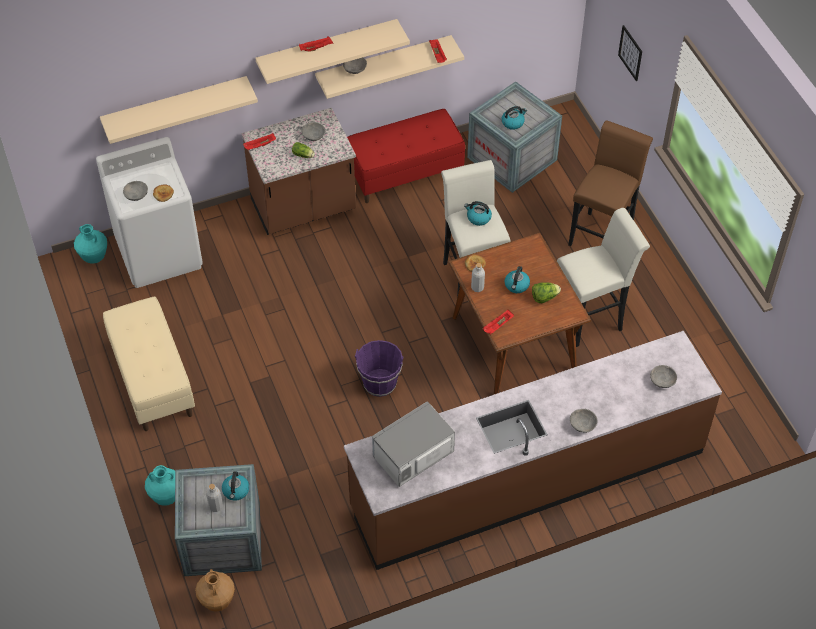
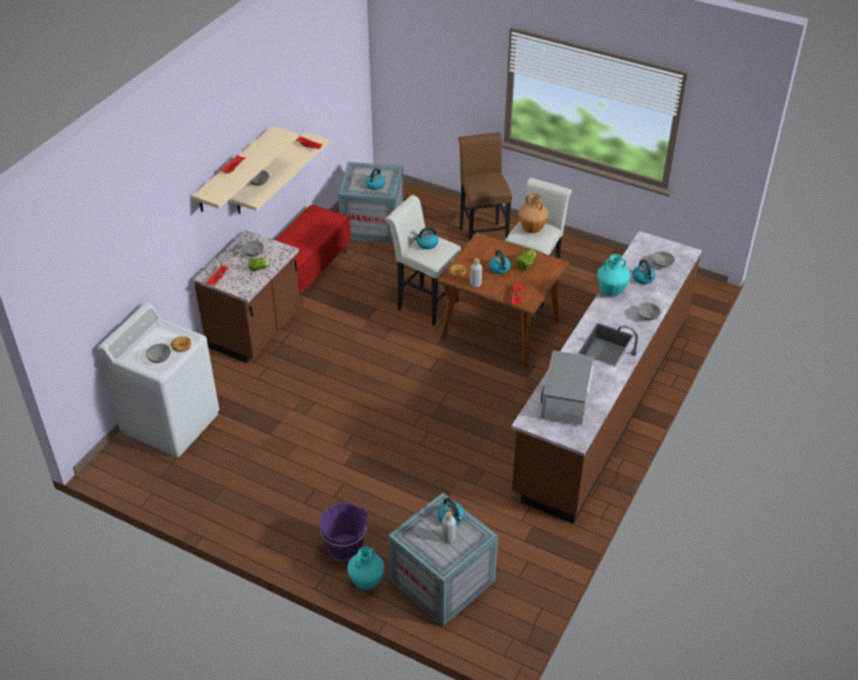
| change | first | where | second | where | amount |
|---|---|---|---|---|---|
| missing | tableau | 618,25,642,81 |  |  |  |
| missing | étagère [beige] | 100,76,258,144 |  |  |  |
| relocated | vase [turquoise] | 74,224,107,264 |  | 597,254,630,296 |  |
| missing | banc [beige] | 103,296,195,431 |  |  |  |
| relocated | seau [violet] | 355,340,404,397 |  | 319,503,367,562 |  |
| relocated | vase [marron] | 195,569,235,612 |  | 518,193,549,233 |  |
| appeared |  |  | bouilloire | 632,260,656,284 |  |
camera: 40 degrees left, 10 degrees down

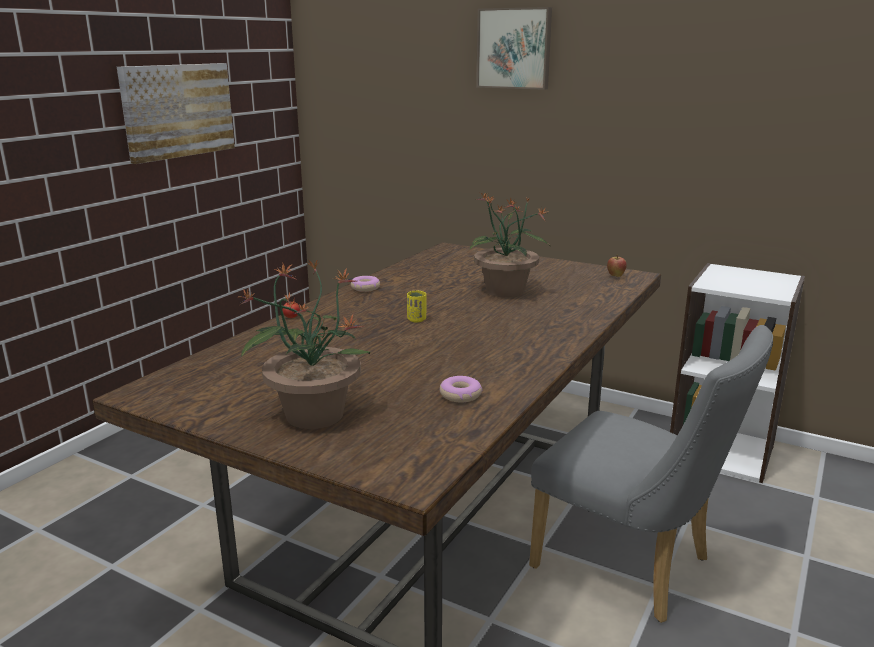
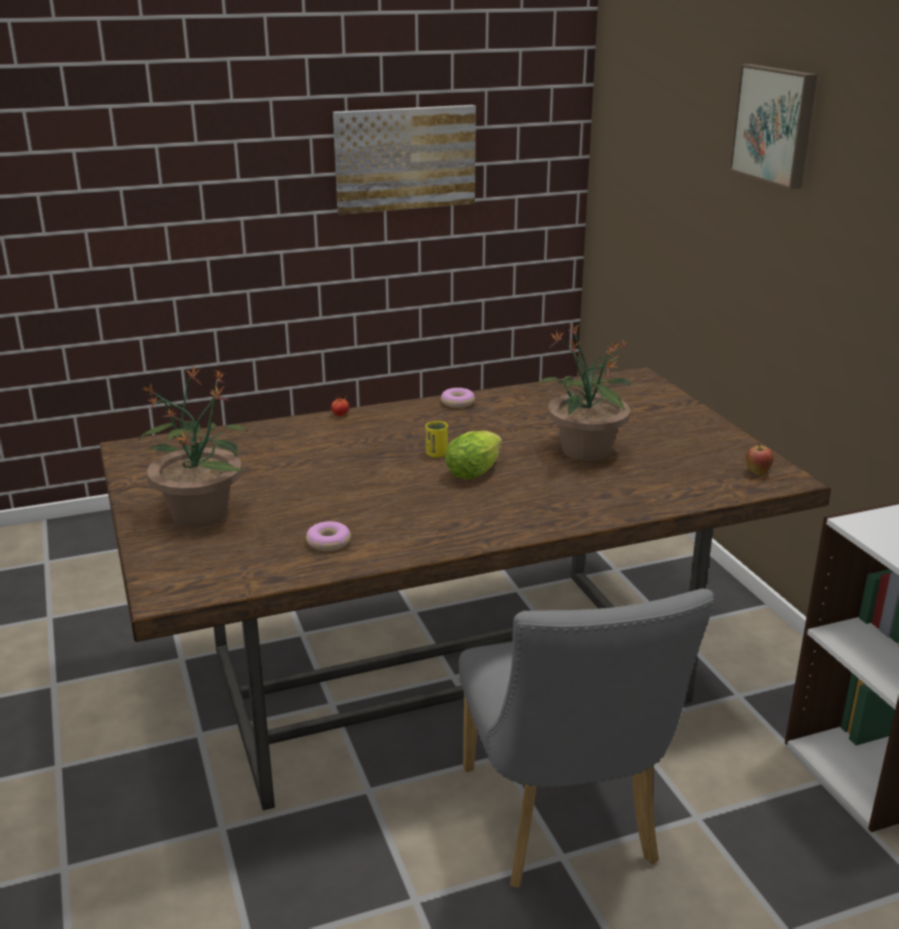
| change | first | where | second | where | amount |
|---|---|---|---|---|---|
| appeared |  |  | laitue | 445,431,502,479 |  |
camera: 40 degrees right, 5 degrees up

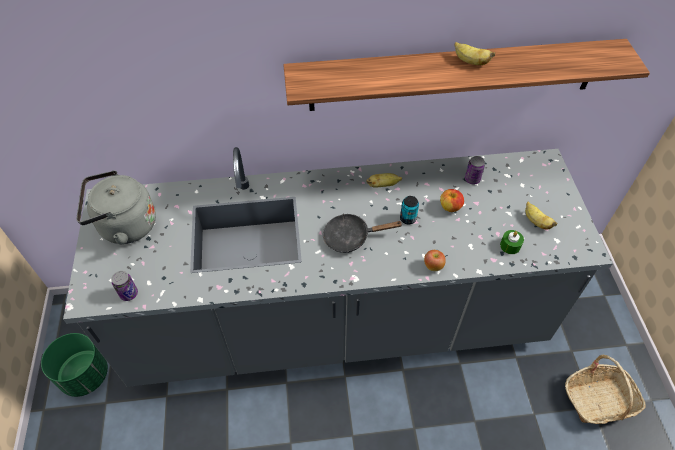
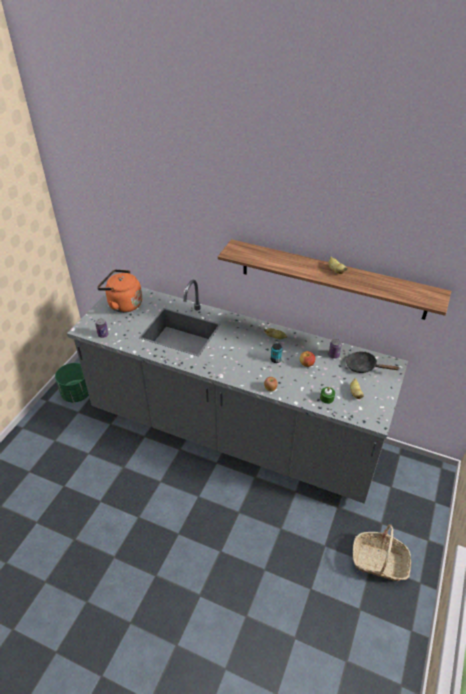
| change | first | where | second | where | amount |
|---|---|---|---|---|---|
| colour | bouilloire [gris] | 77,170,156,244 | bouilloire [orange] | 97,269,142,313 |  |
| relocated | poêle [noir] | 323,214,403,253 |  | 346,352,399,373 |  |
camera: 30 degrees right, 10 degrees down

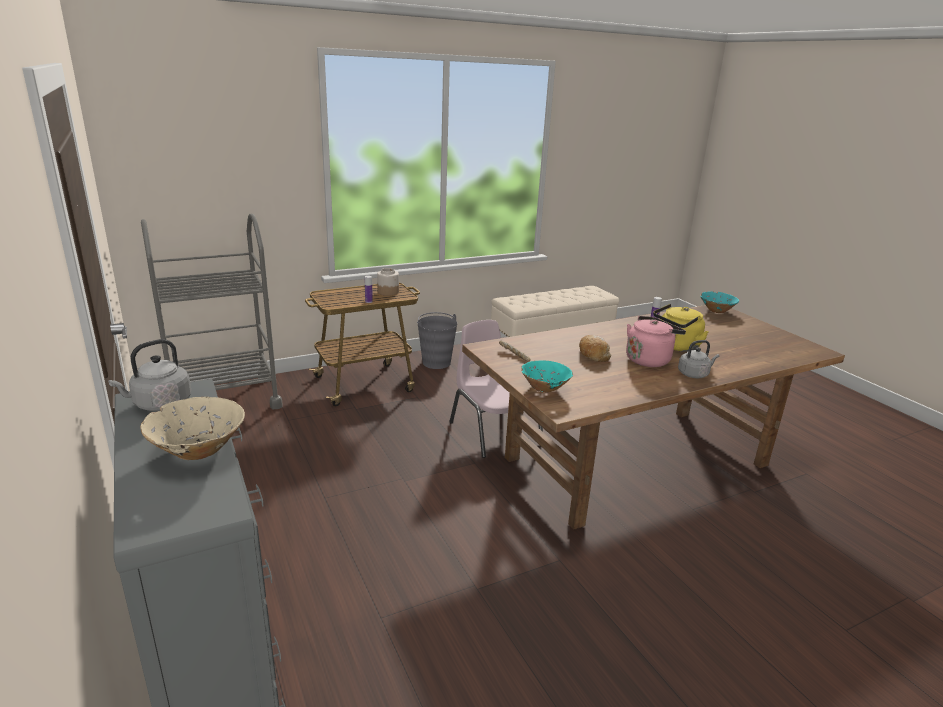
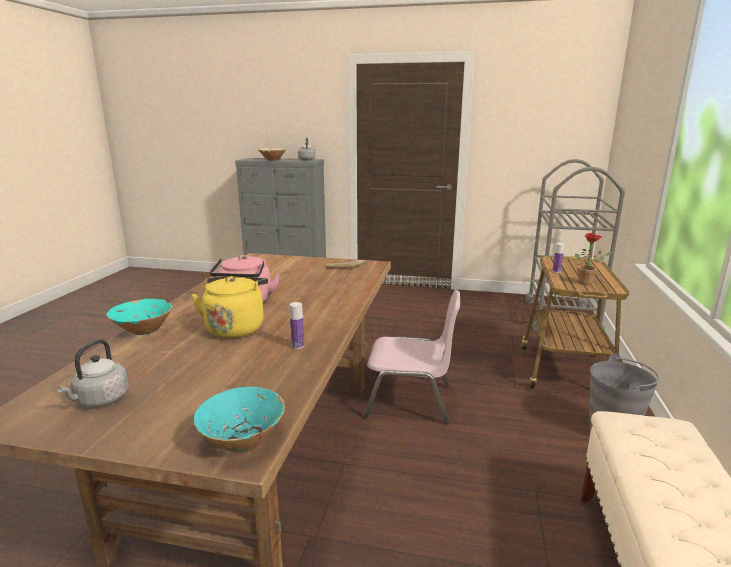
| change | first | where | second | where | amount |
|---|---|---|---|---|---|
| exchanged | bocal | 377,268,399,296 | plante en pot | 575,233,614,285 |  |
| missing | pain | 579,335,612,362 |  |  |  |
| relocated | bouilloire [gris] | 678,340,719,378 |  | 57,339,129,407 |  |
| relocated | bol [turquoise] | 521,360,573,393 |  | 106,299,172,335 |  |
camera: 130 degrees right, 5 degrees down

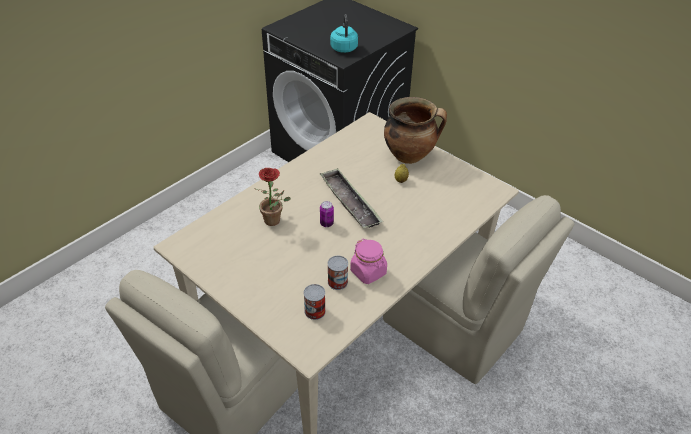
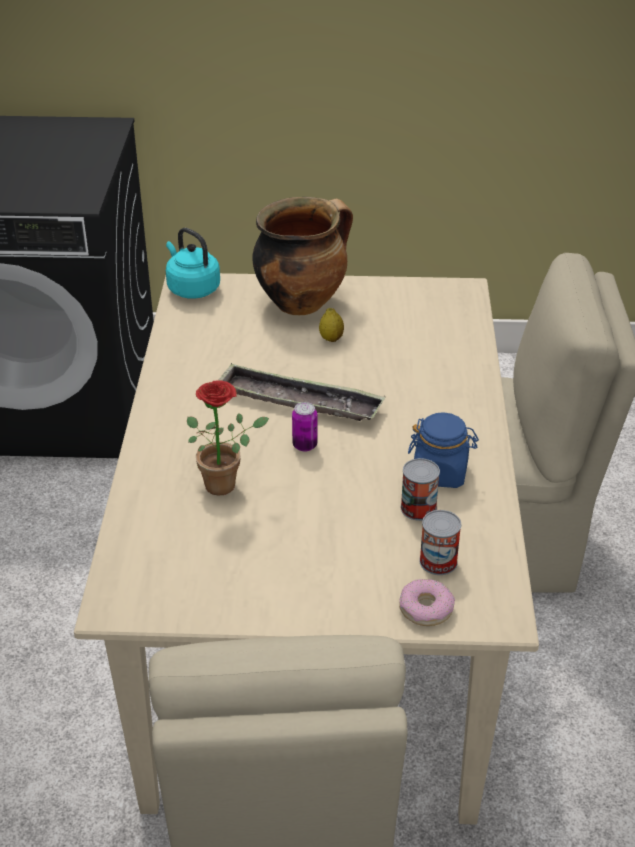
| change | first | where | second | where | amount |
|---|---|---|---|---|---|
| relocated | bouilloire [turquoise] | 330,14,358,53 |  | 166,228,220,299 |  |
| colour | bocal [rose] | 350,238,387,284 | bocal [bleu] | 408,413,479,488 |  |
| appeared |  |  | beignet | 399,579,455,626 |  |
camera: 40 degrees left, 5 degrees down

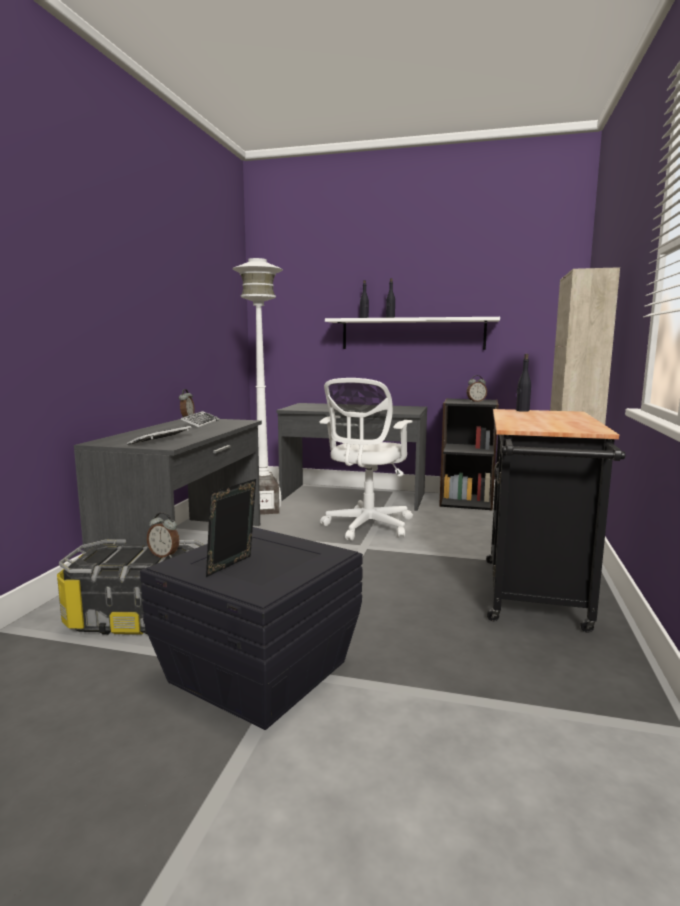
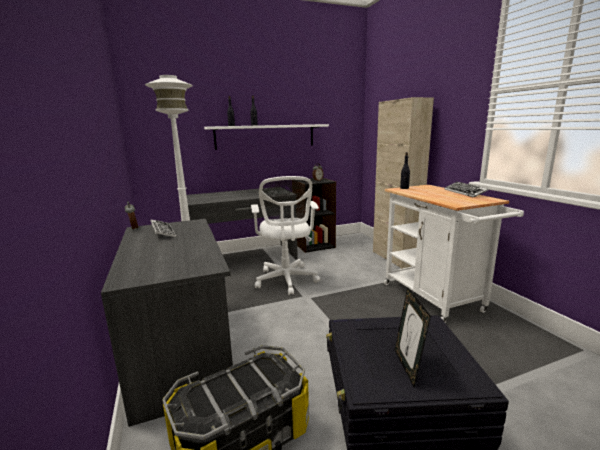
| change | first | where | second | where | amount |
|---|---|---|---|---|---|
| colour | chariot [noir] | 486,409,625,633 | chariot [blanc] | 384,185,524,322 |  |
| relocated | clavier | 127,426,192,445 |  | 444,182,488,198 |  |
| missing | réveil | 147,512,179,558 |  |  |  |
camera: 35 degrees left, 5 degrees up

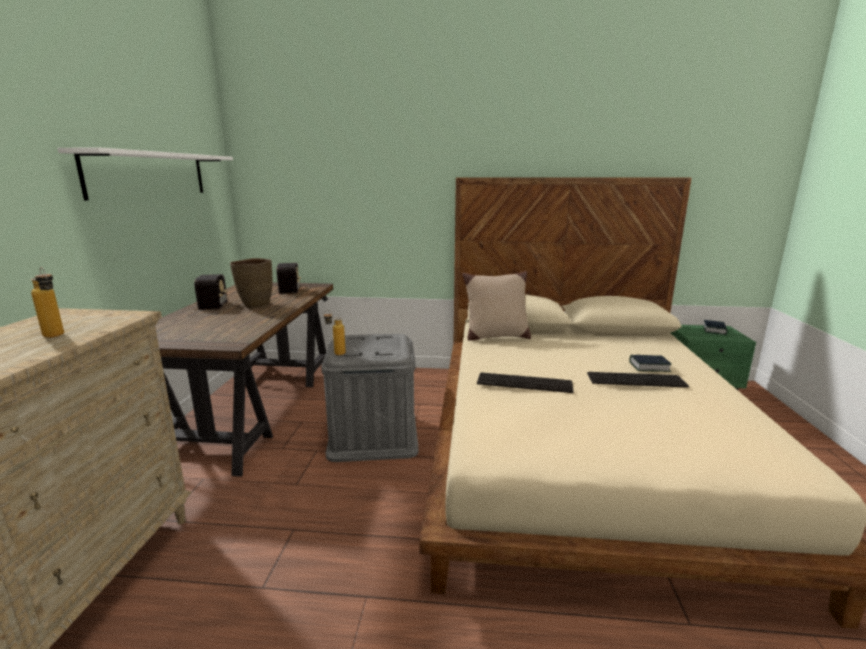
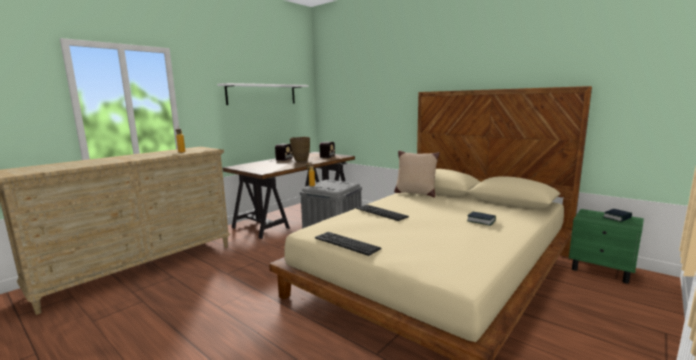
| change | first | where | second | where | amount |
|---|---|---|---|---|---|
| relocated | clavier | 587,372,689,388 |  | 315,232,381,256 |  |
camera: 35 degrees right, 5 degrees down

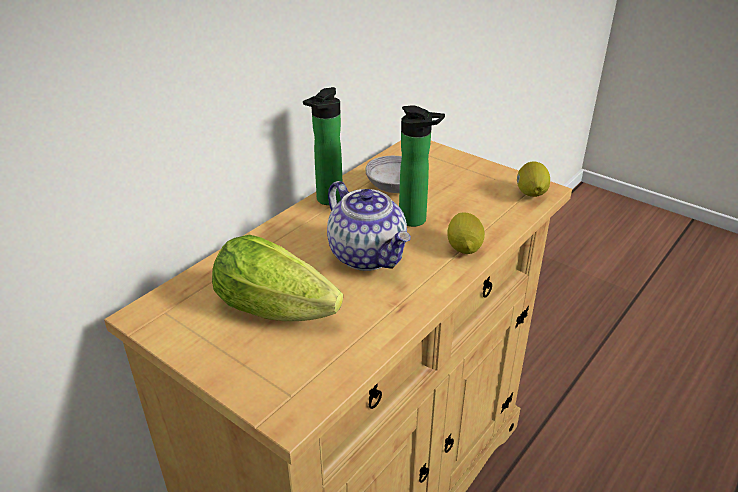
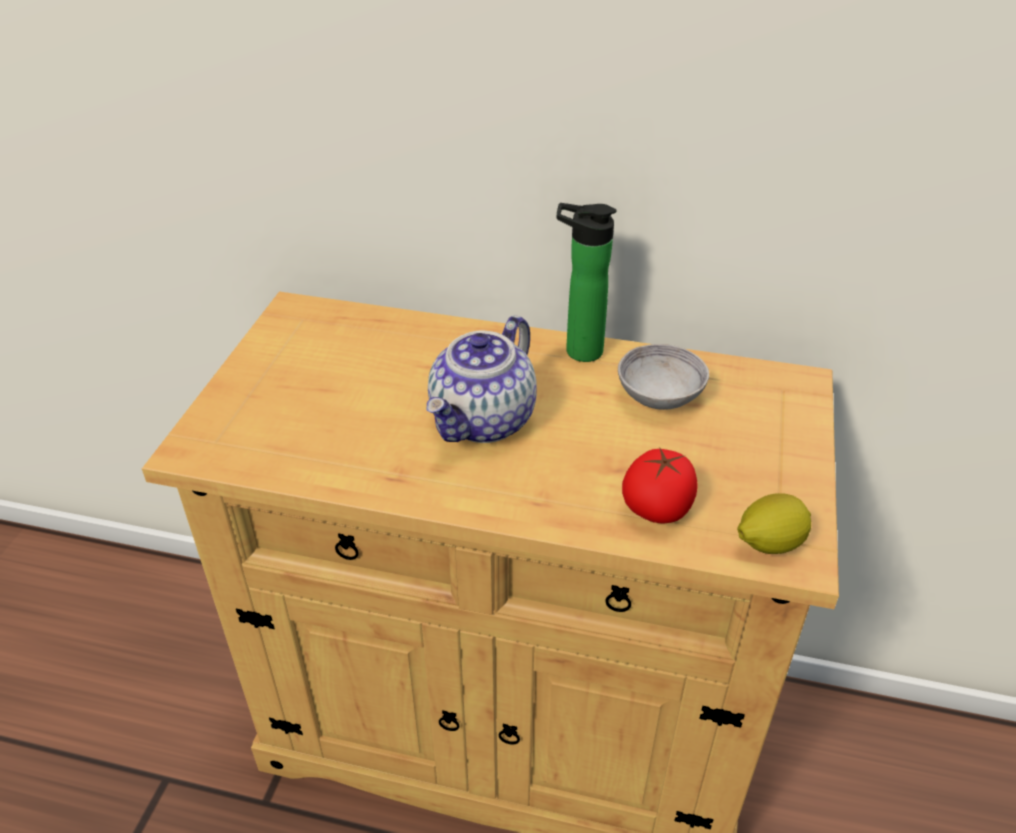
| change | first | where | second | where | amount |
|---|---|---|---|---|---|
| missing | bouteille | 399,106,445,227 |  |  |  |
| missing | citron | 447,213,485,254 |  |  |  |
| missing | laitue | 212,235,343,321 |  |  |  |
| appeared |  |  | tomate | 622,448,698,523 |  |
camera: 65 degrees right, 5 degrees up

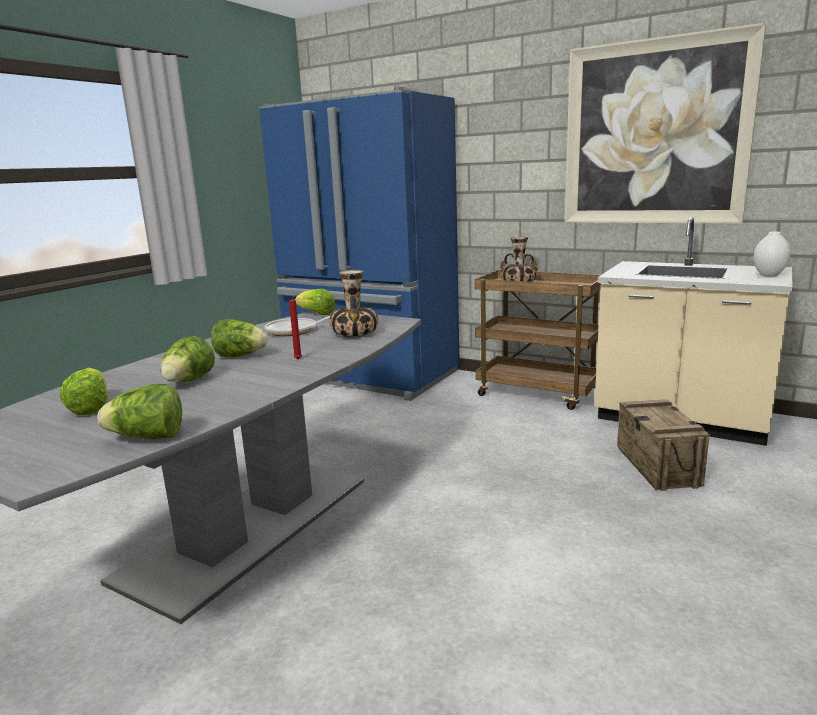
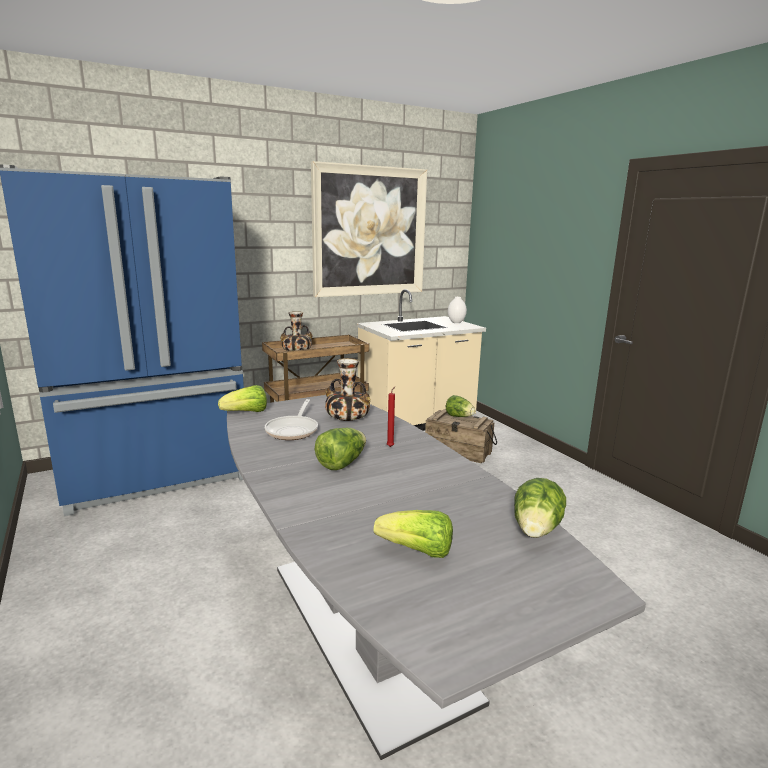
| change | first | where | second | where | amount |
|---|---|---|---|---|---|
| relocated | laitue | 160,336,215,382 |  | 446,395,475,417 |  |
camera: 60 degrees left, 0 degrees up

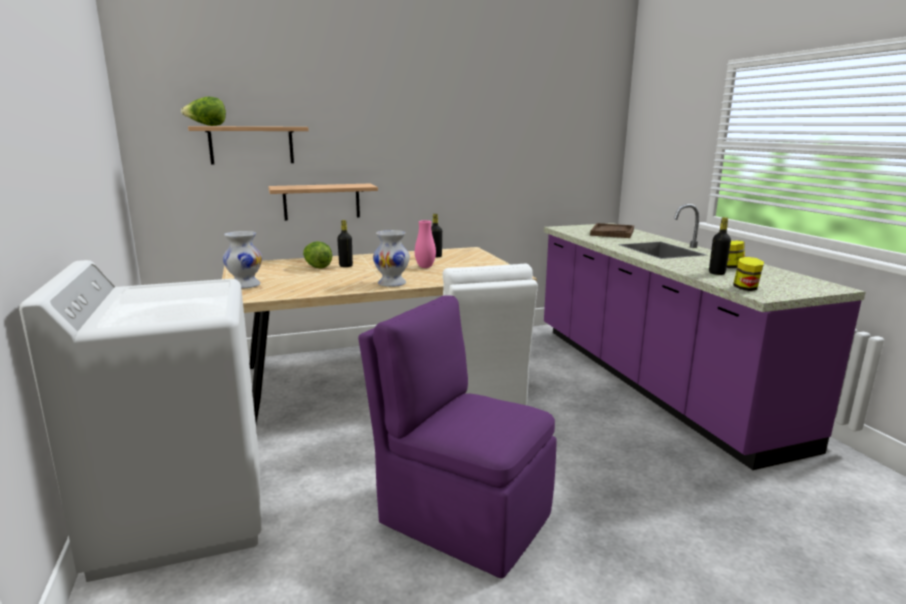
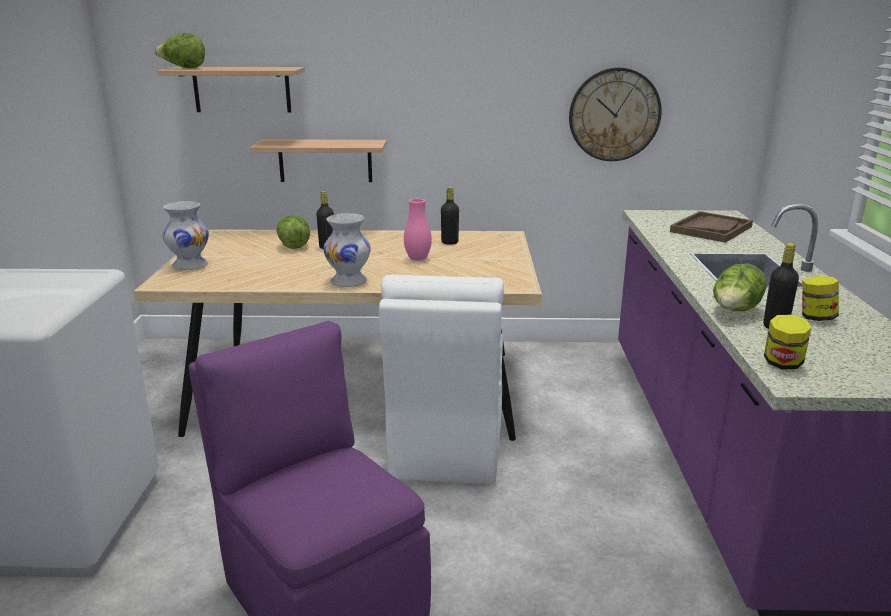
| change | first | where | second | where | amount |
|---|---|---|---|---|---|
| appeared |  |  | horloge murale | 569,67,662,161 |  |
| appeared |  |  | laitue | 713,263,767,311 |  |
camera: 20 degrees right, 5 degrees up

